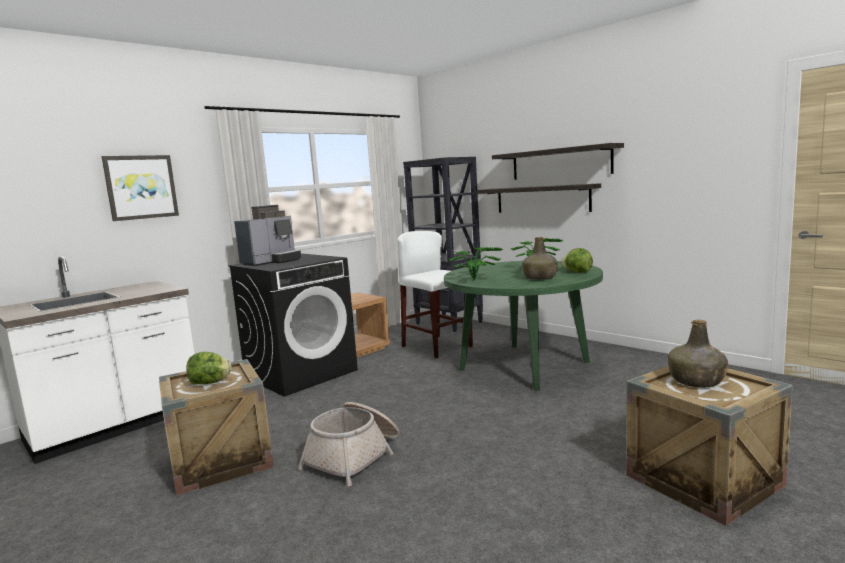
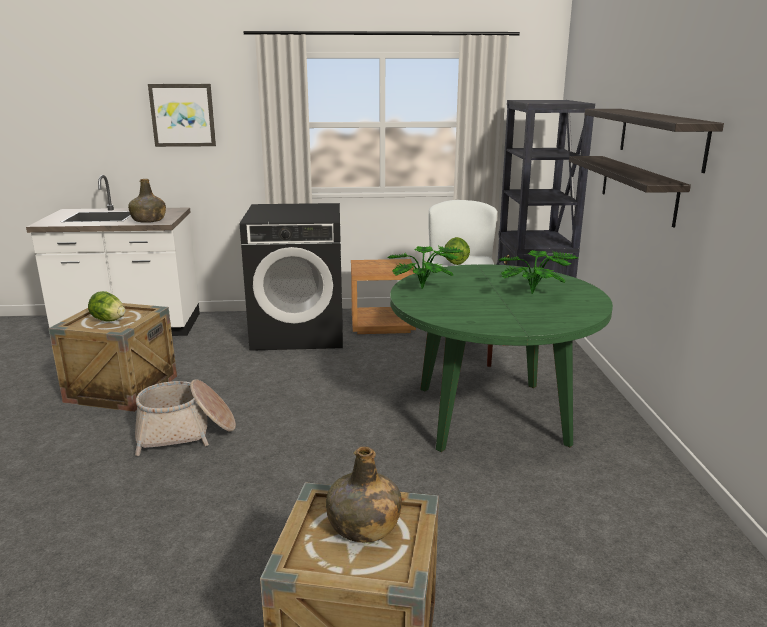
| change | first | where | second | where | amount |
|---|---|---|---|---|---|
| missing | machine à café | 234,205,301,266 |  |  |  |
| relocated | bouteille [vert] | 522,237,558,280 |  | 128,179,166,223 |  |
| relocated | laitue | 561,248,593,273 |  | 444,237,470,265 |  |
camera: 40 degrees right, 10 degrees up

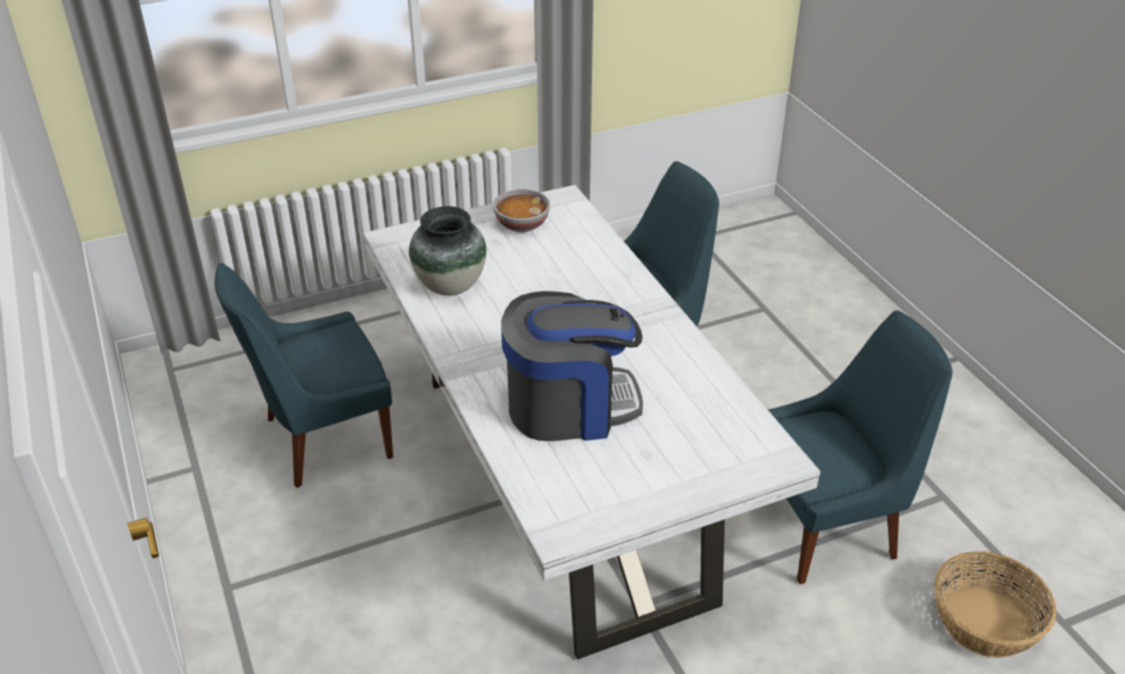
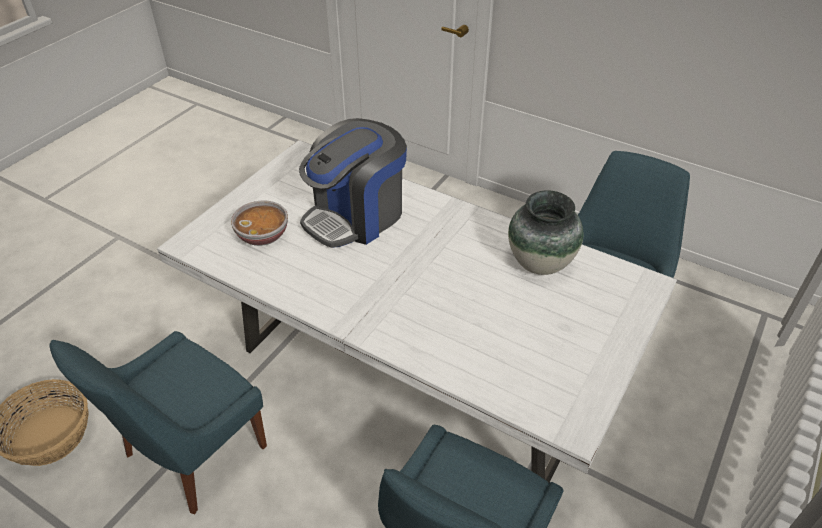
| change | first | where | second | where | amount |
|---|---|---|---|---|---|
| relocated | bol | 493,189,550,232 |  | 231,200,288,246 |  |
camera: 145 degrees right, 5 degrees up

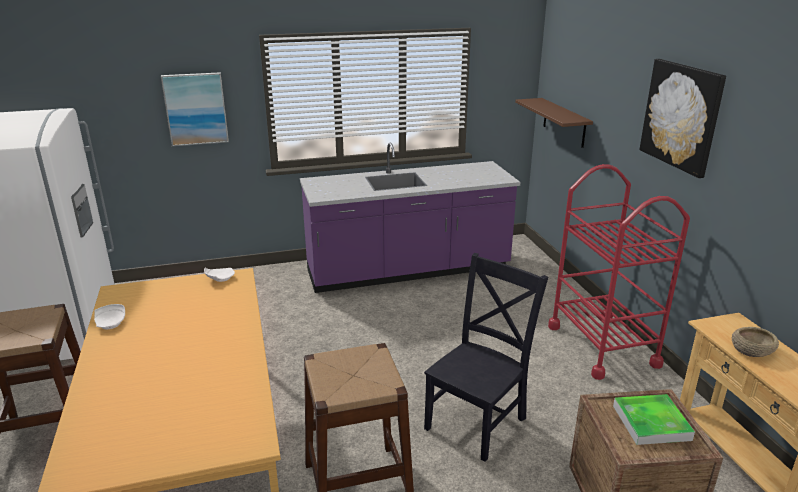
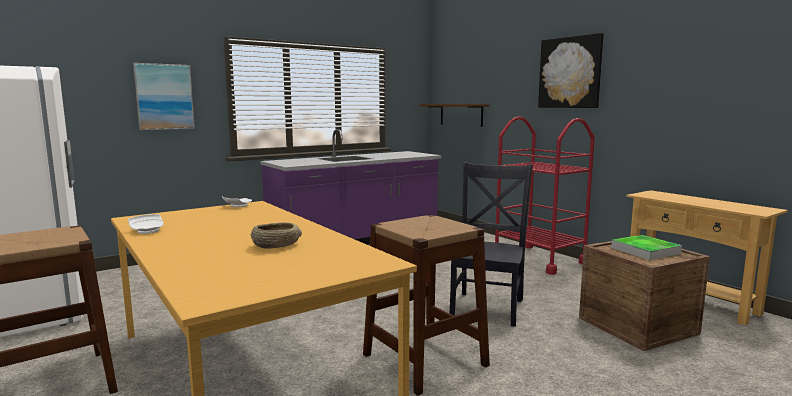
| change | first | where | second | where | amount |
|---|---|---|---|---|---|
| relocated | bol [beige] | 732,327,779,357 |  | 251,222,302,249 |  |
camera: 20 degrees left, 15 degrees down

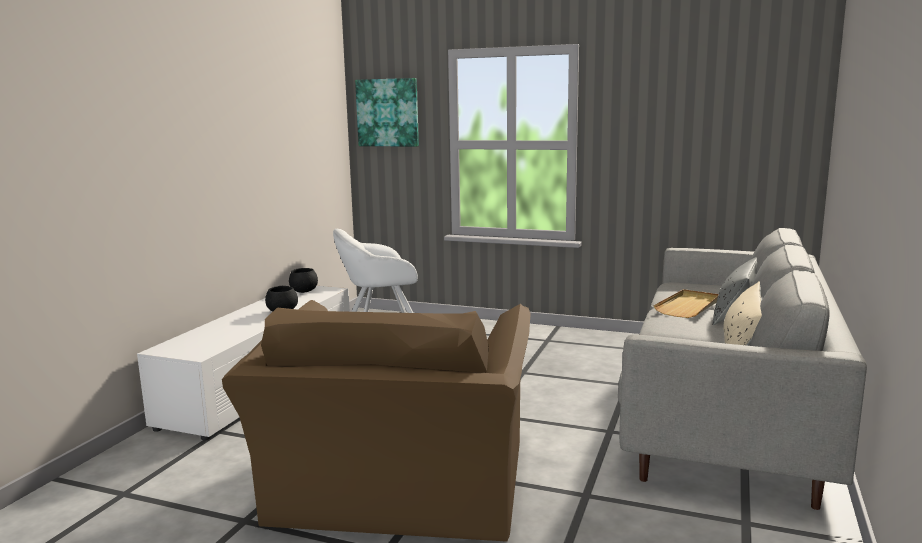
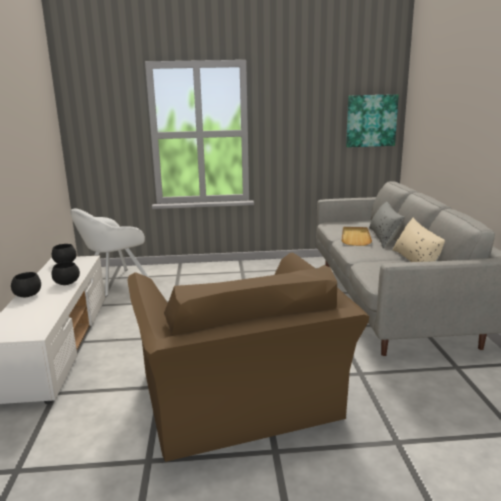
| change | first | where | second | where | amount |
|---|---|---|---|---|---|
| relocated | tableau | 355,78,419,147 |  | 346,94,399,147 |  |
| appeared |  |  | bol [noir] | 11,272,41,297 |  |
camera: 25 degrees left, 5 degrees up

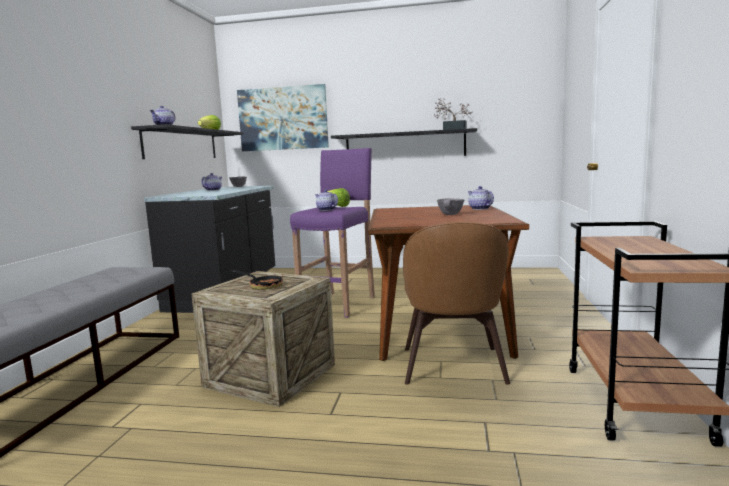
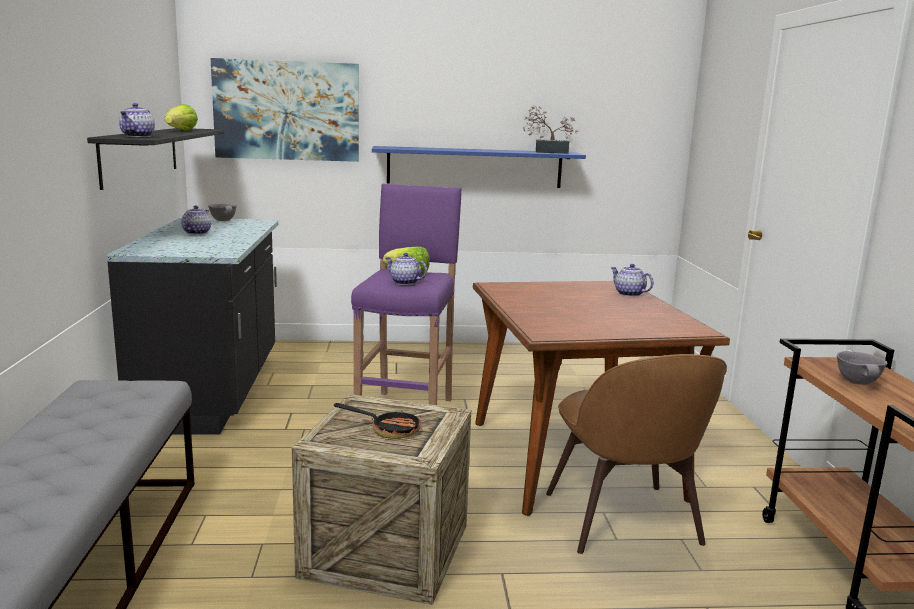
| change | first | where | second | where | amount |
|---|---|---|---|---|---|
| colour | étagère [noir] | 331,128,477,156 | étagère [bleu] | 372,146,586,188 |  |
| relocated | bol [gris] | 437,198,464,215 |  | 837,351,887,385 |  |
camera: 15 degrees left, 5 degrees up

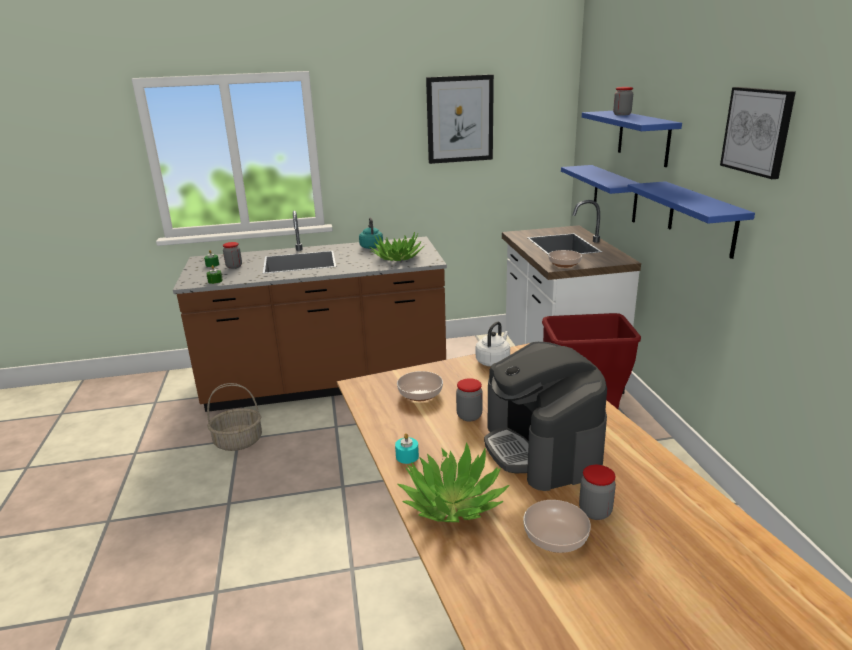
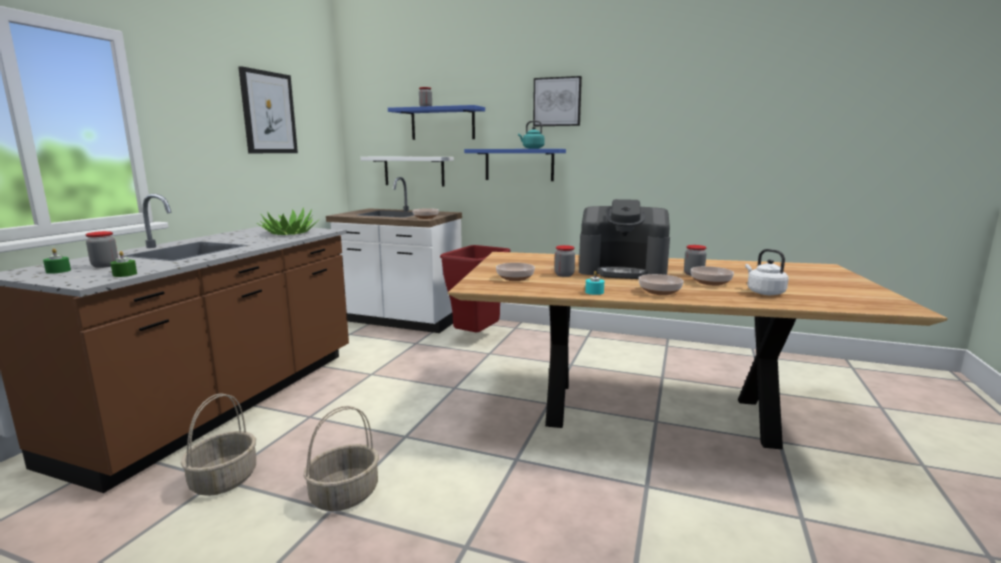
| change | first | where | second | where | amount |
|---|---|---|---|---|---|
| colour | étagère [bleu] | 561,165,638,223 | étagère [blanc] | 361,156,454,187 |  |
| relocated | bouilloire [turquoise] | 359,217,383,249 |  | 518,121,545,149 |  |
| relocated | bouilloire [blanc] | 476,321,510,367 |  | 745,249,789,295 |  |
| exchanged | plante en pot | 397,442,510,522 | bol | 639,274,684,295 |  |
| appeared |  |  | panier | 304,406,379,511 |  |
camera: 60 degrees left, 10 degrees down

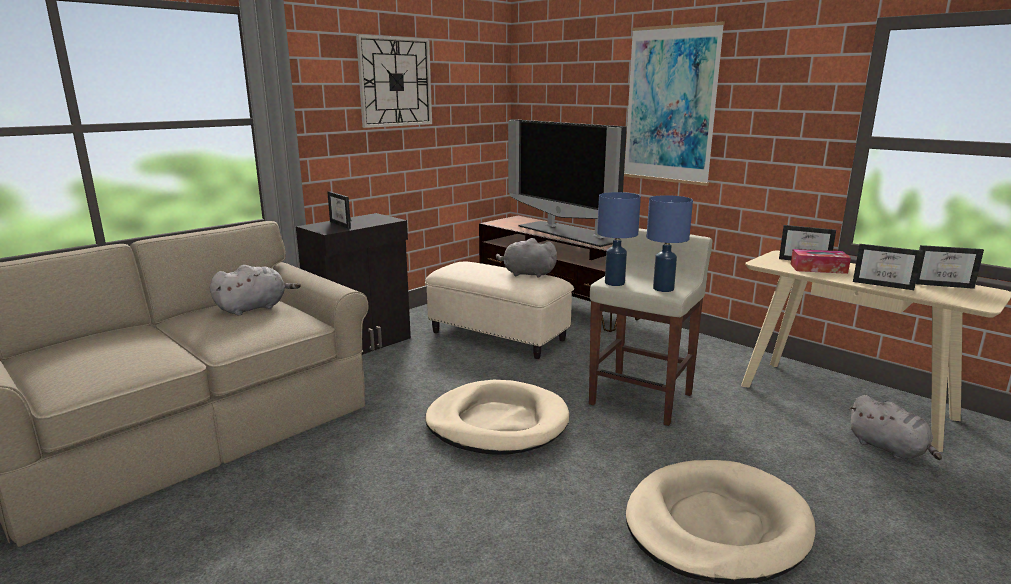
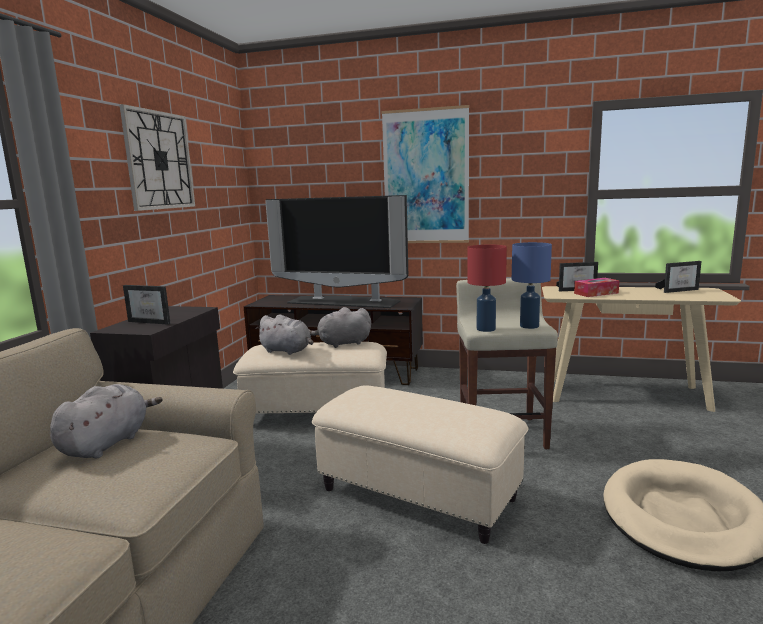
| change | first | where | second | where | amount |
|---|---|---|---|---|---|
| colour | lampe de table [bleu] | 597,192,641,286 | lampe de table [rouge] | 467,245,507,332 |  |
| missing | cadre photo | 853,244,923,290 |  |  |  |
| exchanged | panier pour chien [beige] | 425,380,569,454 | pouf [beige] | 312,386,529,544 |  |
| relocated | peluche [gris] | 848,395,942,460 |  | 255,314,313,355 |  |
camera: 30 degrees left, 5 degrees down

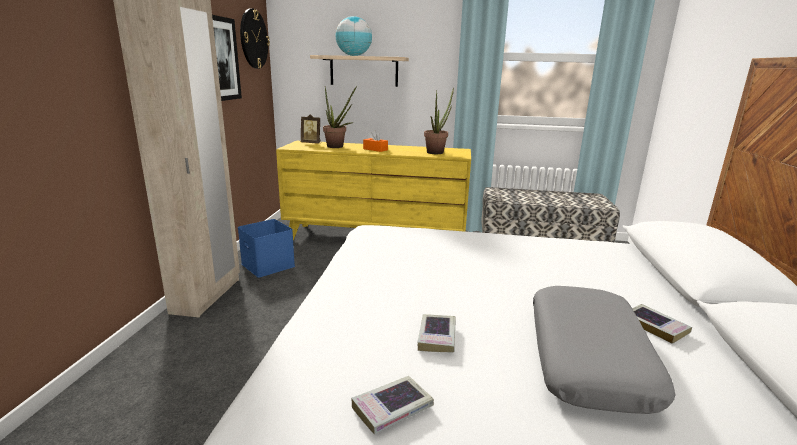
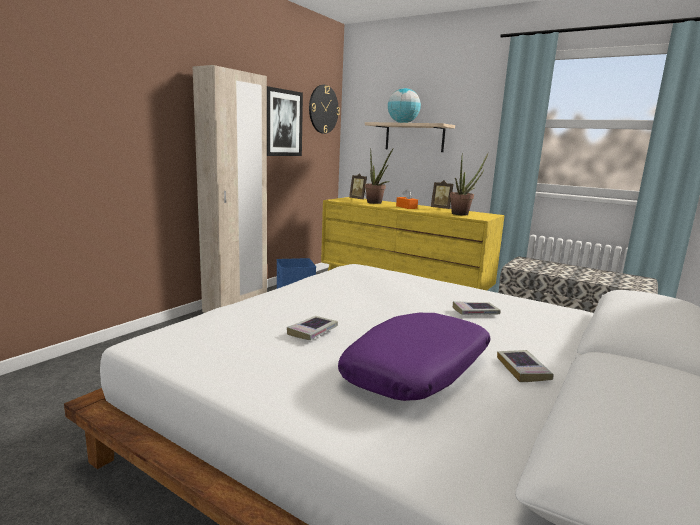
| change | first | where | second | where | amount |
|---|---|---|---|---|---|
| colour | coussin [gris] | 533,286,676,414 | coussin [violet] | 338,313,490,401 |  |
| relocated | livre | 351,376,434,434 |  | 452,301,501,315 |  |
| appeared |  |  | cadre photo | 431,180,454,209 |  |
camera: 25 degrees right, 5 degrees down

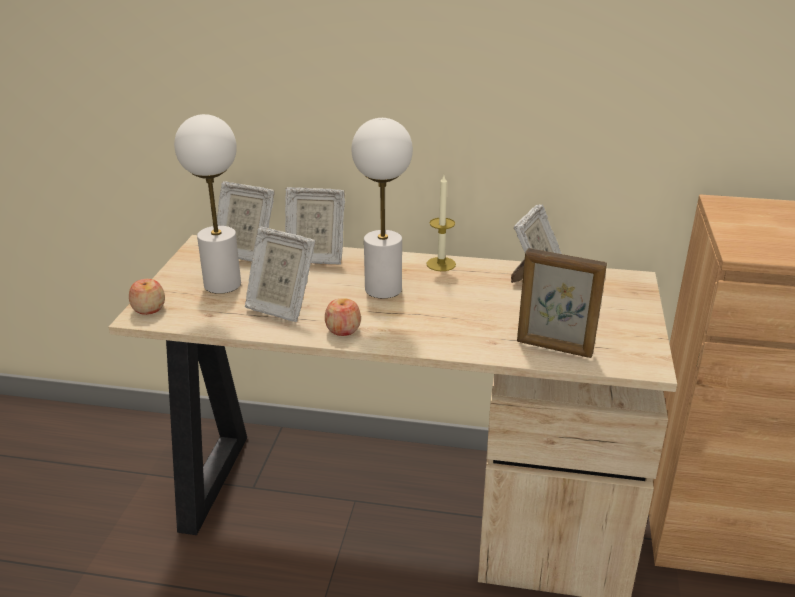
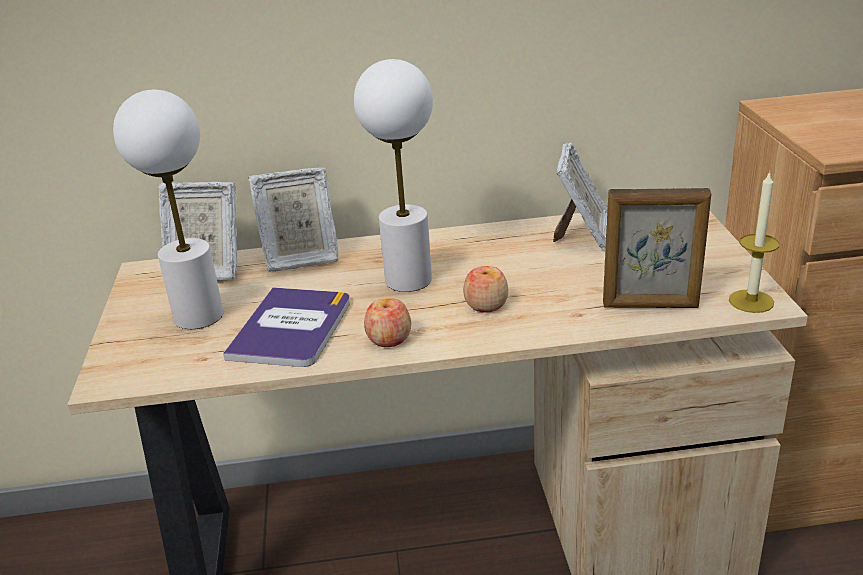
| change | first | where | second | where | amount |
|---|---|---|---|---|---|
| relocated | bougie | 426,175,456,271 |  | 729,171,780,313 |  |
| exchanged | cadre photo | 245,227,315,322 | livre | 223,287,350,367 |  |
| relocated | pomme | 129,279,165,315 |  | 463,266,508,313 |  |
camera: 15 degrees left, 0 degrees up

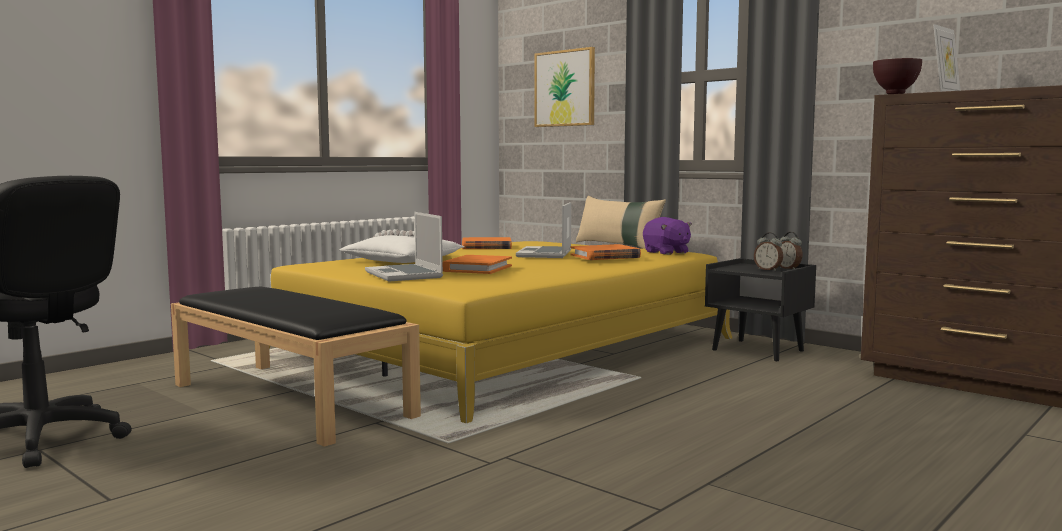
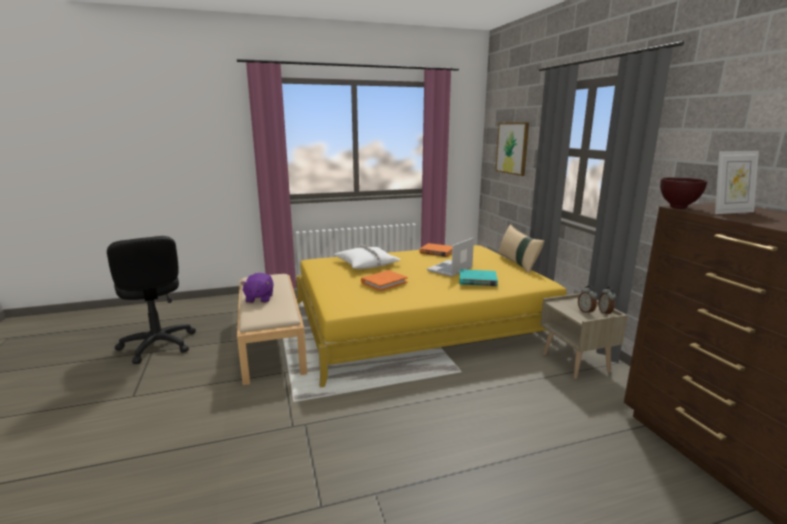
| change | first | where | second | where | amount |
|---|---|---|---|---|---|
| missing | ordinateur portable | 365,212,443,282 |  |  |  |
| relocated | peluche [violet] | 643,217,692,255 |  | 240,273,274,303 |  |
| colour | livre [orange] | 570,244,641,260 | livre [turquoise] | 460,269,498,286 |  |
| colour | table de chevet [noir] | 705,258,816,361 | table de chevet [beige] | 540,293,628,379 |  |
| colour | banc [noir] | 171,287,421,447 | banc [beige] | 237,274,307,385 |  |
camera: 30 degrees right, 10 degrees up

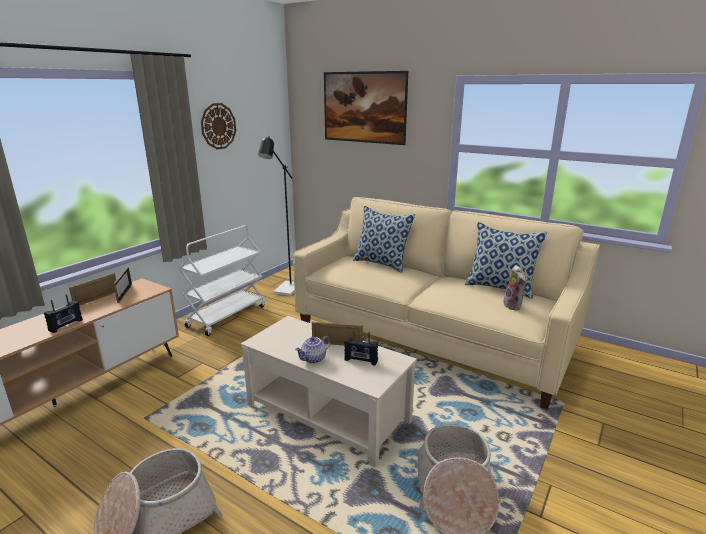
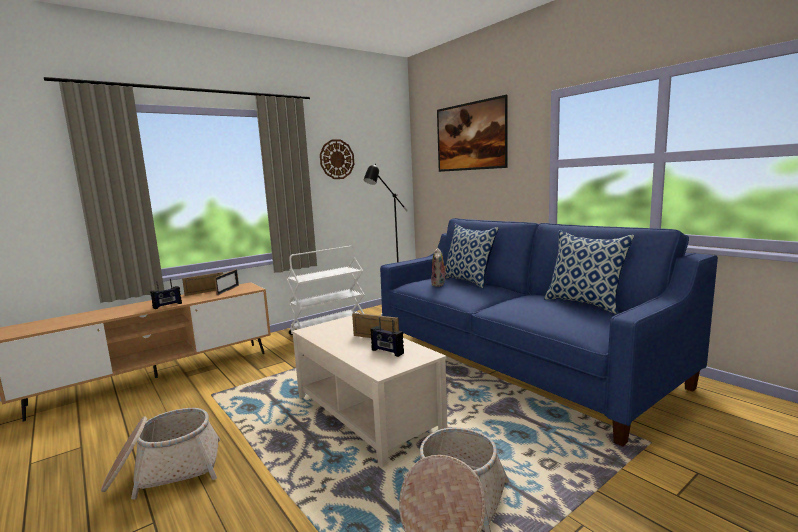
| change | first | where | second | where | amount |
|---|---|---|---|---|---|
| colour | canapé [beige] | 293,197,600,410 | canapé [bleu] | 380,218,718,447 |  |
| relocated | peluche | 503,265,526,310 |  | 431,248,447,286 |  |
| missing | théière | 295,336,331,364 |  |  |  |
camera: 20 degrees right, 10 degrees down

